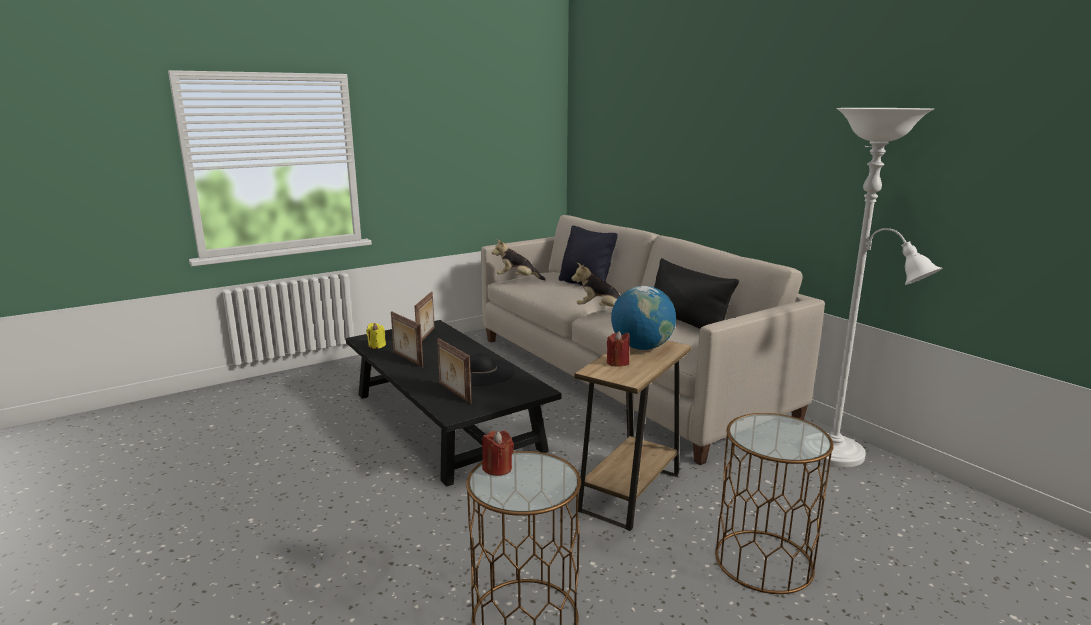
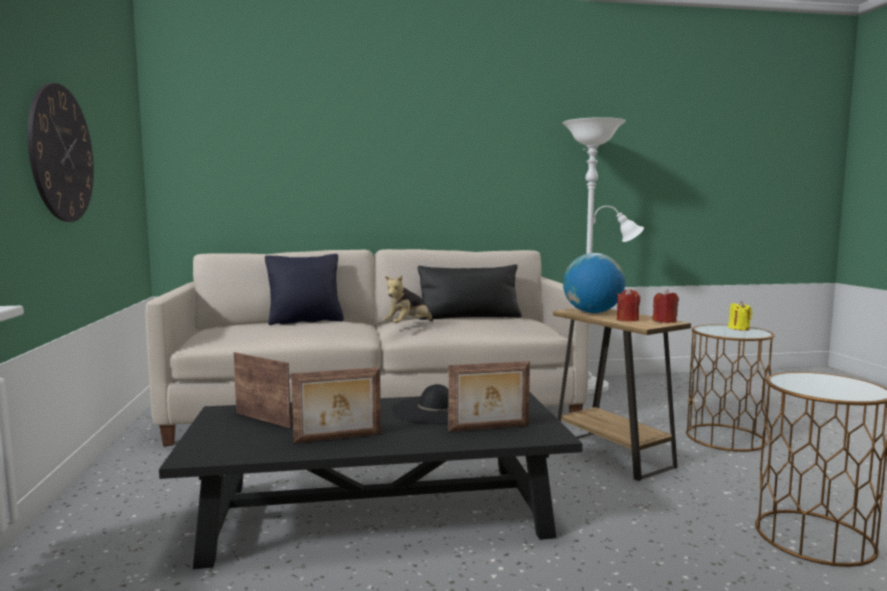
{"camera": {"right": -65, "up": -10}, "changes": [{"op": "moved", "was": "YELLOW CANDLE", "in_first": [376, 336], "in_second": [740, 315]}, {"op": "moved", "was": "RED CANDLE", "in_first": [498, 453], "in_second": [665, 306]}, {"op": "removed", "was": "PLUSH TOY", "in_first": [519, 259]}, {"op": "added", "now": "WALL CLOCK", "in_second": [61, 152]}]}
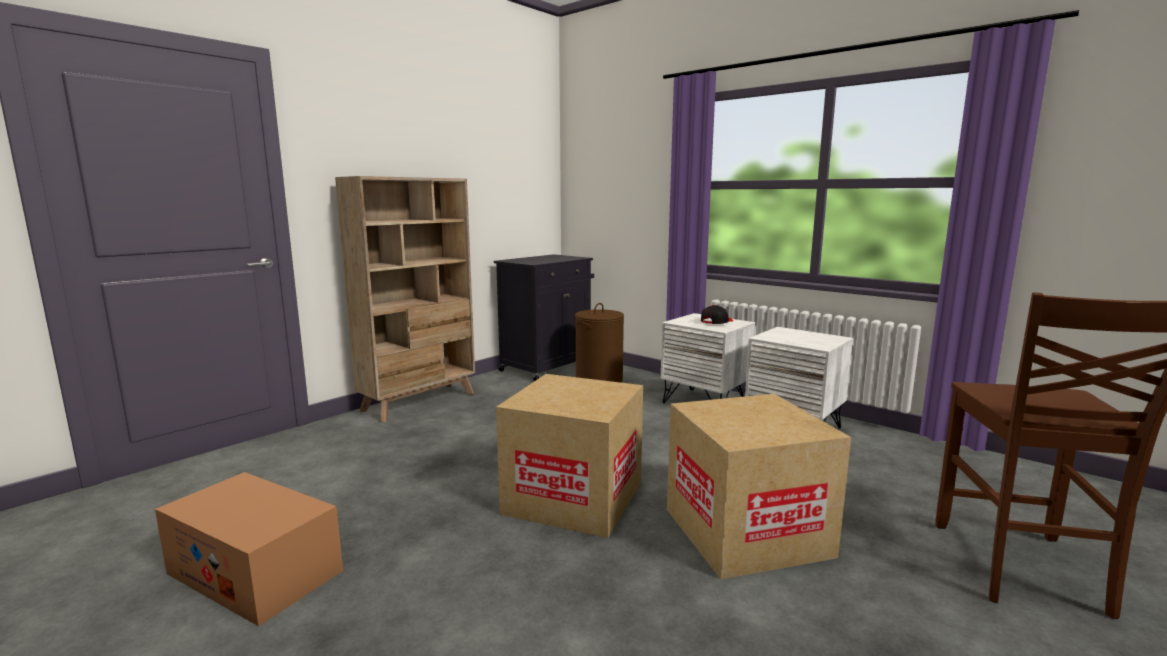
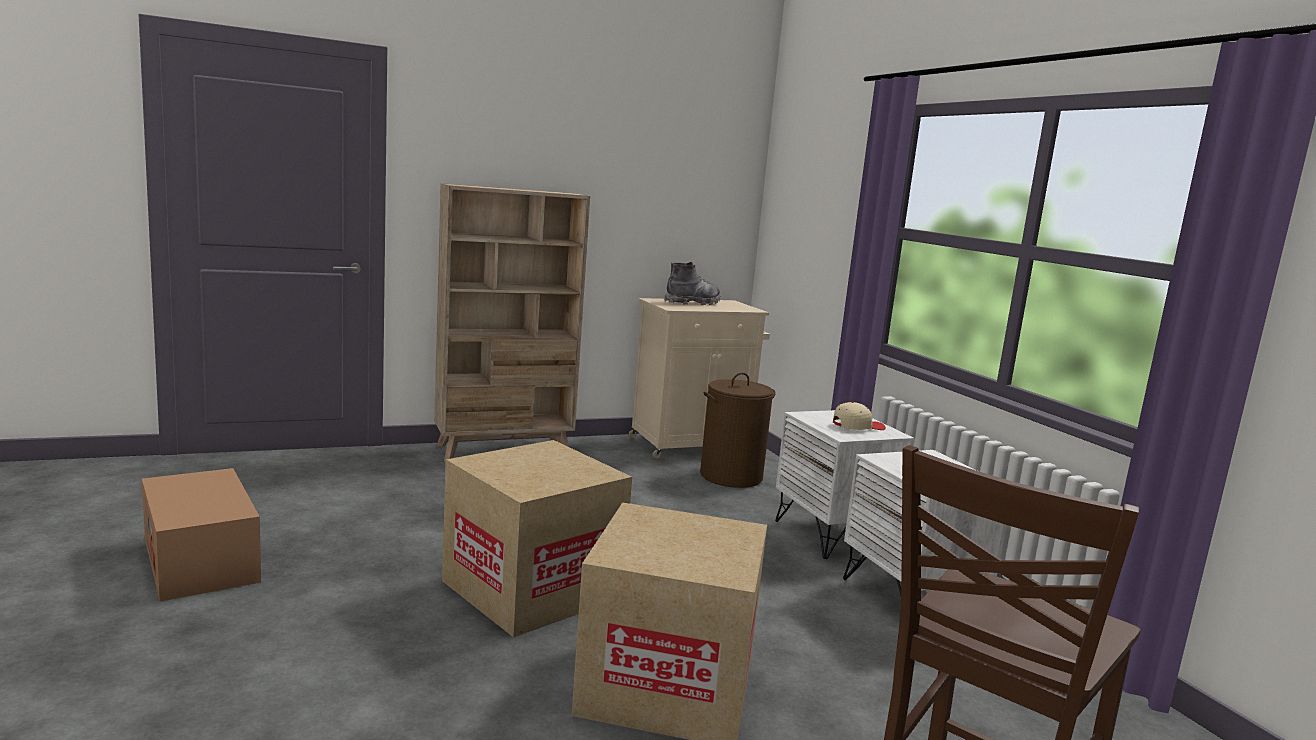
{"camera": {"right": 25, "up": 0}, "changes": [{"op": "recoloured", "was": "BLACK CABINET", "now": "BEIGE CABINET", "in_first": [544, 317], "in_second": [699, 378]}, {"op": "recoloured", "was": "BLACK CAP", "now": "BEIGE CAP", "in_first": [717, 314], "in_second": [859, 416]}, {"op": "added", "now": "GREY BOOT", "in_second": [692, 283]}]}
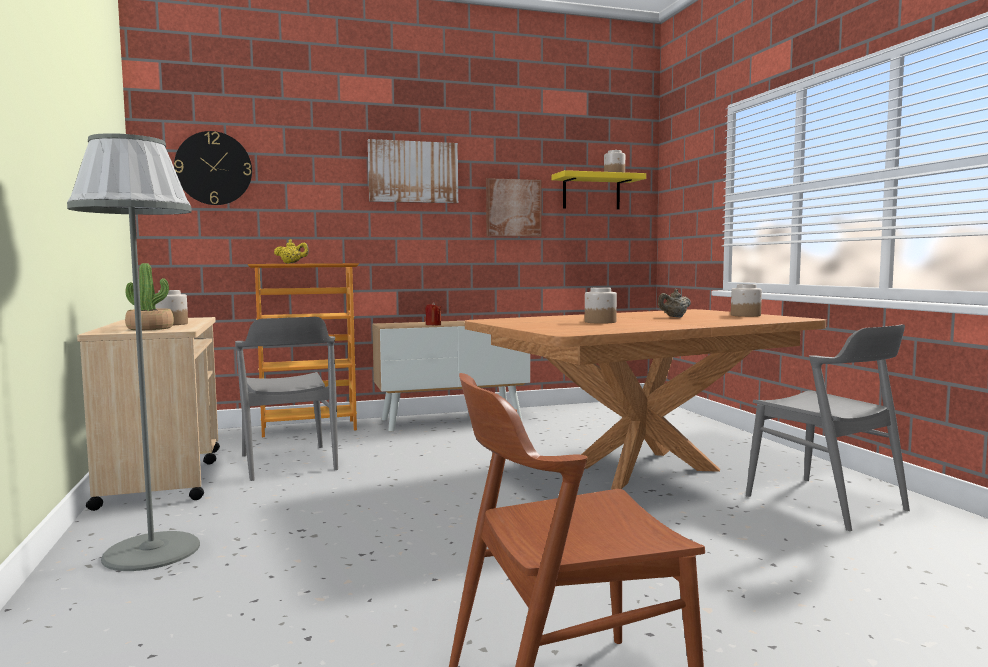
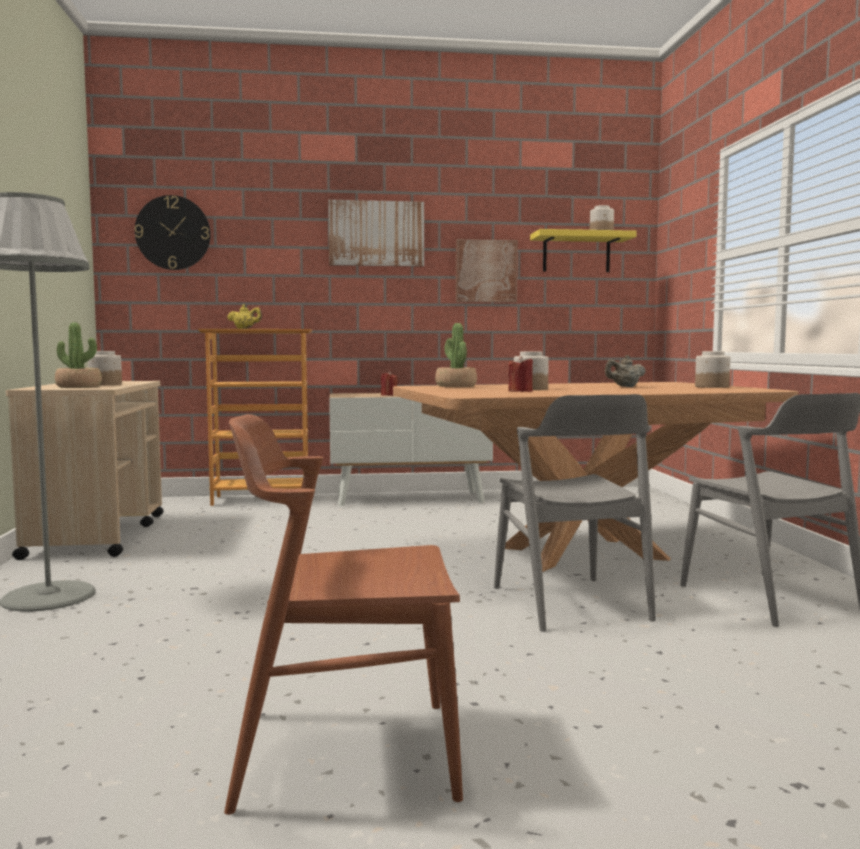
{"camera": {"right": 10, "up": 0}, "changes": [{"op": "moved", "was": "GREY CHAIR", "in_first": [286, 399], "in_second": [575, 513]}, {"op": "added", "now": "POTTED PLANT", "in_second": [456, 355]}, {"op": "added", "now": "RED CANDLE", "in_second": [520, 374]}]}
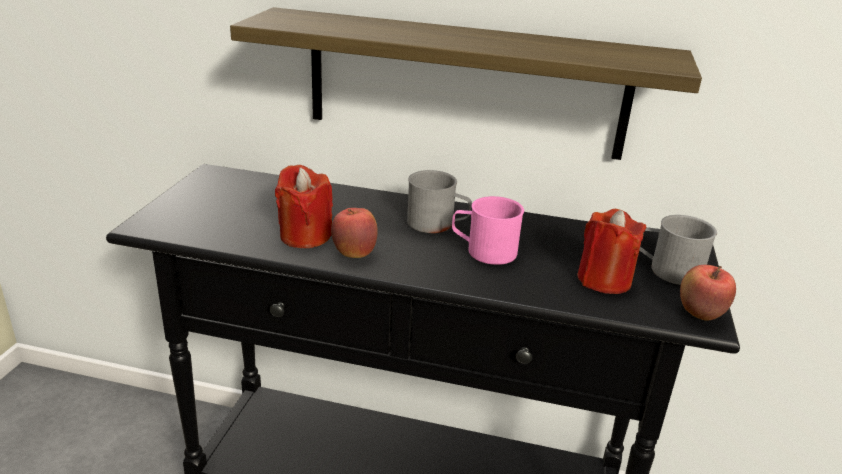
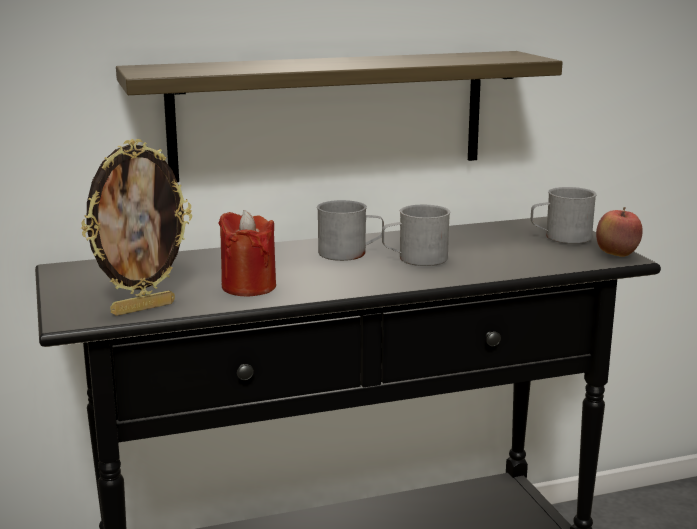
{"camera": {"right": -30, "up": -10}, "changes": [{"op": "removed", "was": "APPLE", "in_first": [354, 233]}, {"op": "recoloured", "was": "PINK MUG", "now": "GREY MUG", "in_first": [488, 230], "in_second": [416, 235]}, {"op": "removed", "was": "RED CANDLE", "in_first": [611, 251]}, {"op": "added", "now": "PICTURE FRAME", "in_second": [136, 227]}]}
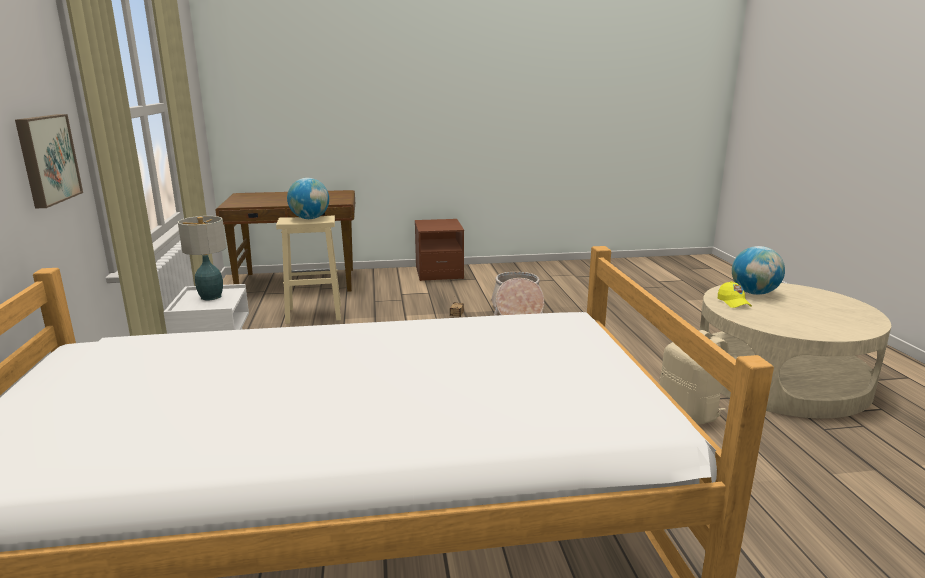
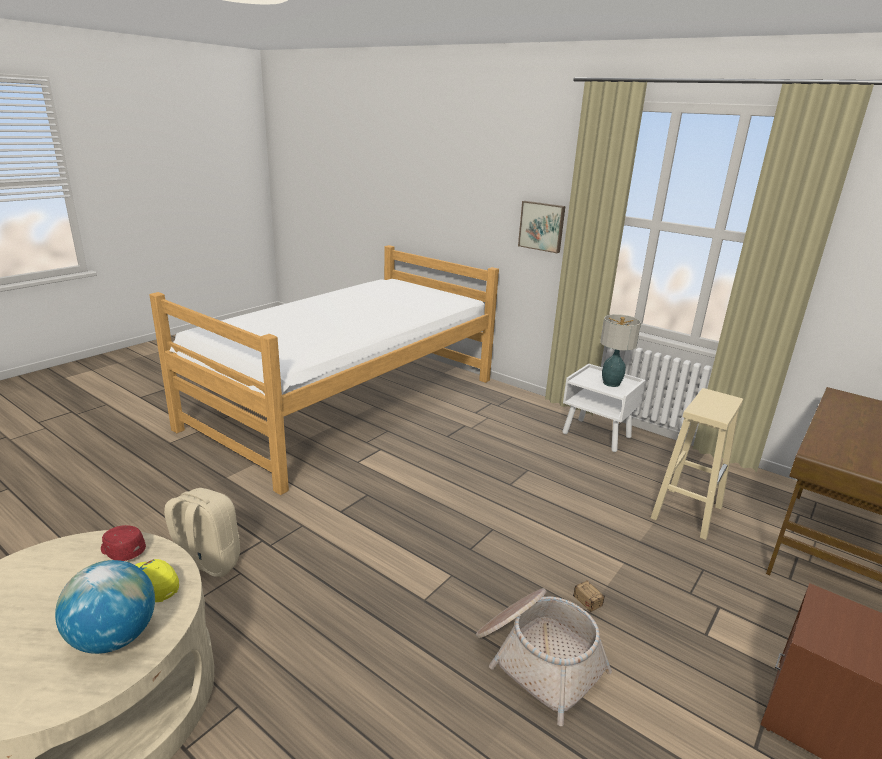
{"camera": {"right": 135, "up": 5}, "changes": [{"op": "removed", "was": "GLOBE", "in_first": [308, 198]}, {"op": "added", "now": "RED CAP", "in_second": [123, 543]}]}
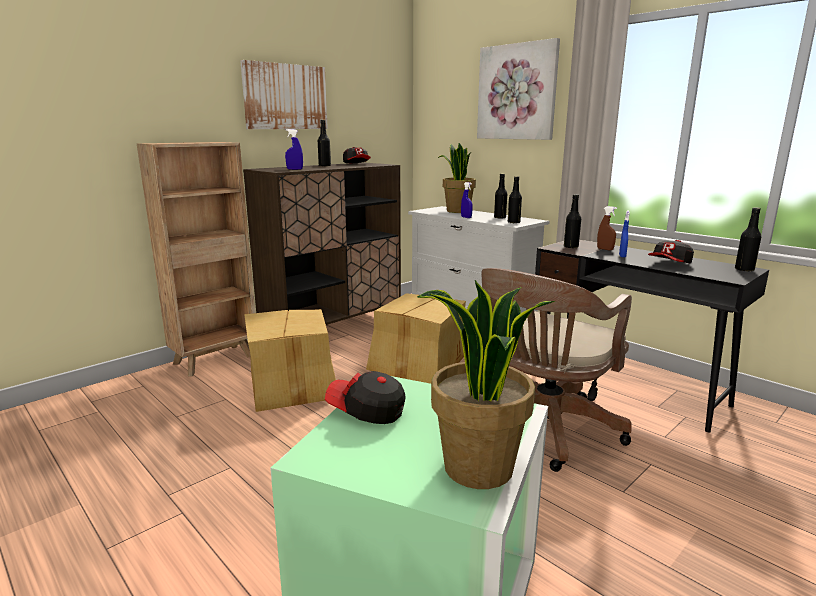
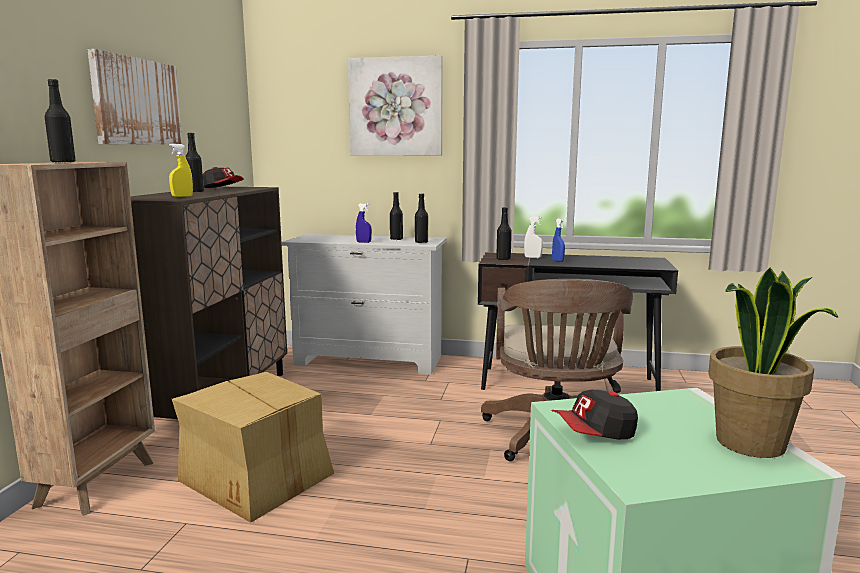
{"camera": {"right": -35, "up": -5}, "changes": [{"op": "recoloured", "was": "BLUE SPRAY BOTTLE", "now": "YELLOW SPRAY BOTTLE", "in_first": [294, 149], "in_second": [181, 170]}, {"op": "removed", "was": "CARDBOARD BOX", "in_first": [416, 338]}, {"op": "removed", "was": "POTTED PLANT", "in_first": [457, 178]}, {"op": "recoloured", "was": "BROWN SPRAY BOTTLE", "now": "WHITE SPRAY BOTTLE", "in_first": [607, 228], "in_second": [533, 237]}, {"op": "removed", "was": "CAP", "in_first": [671, 251]}, {"op": "moved", "was": "BLACK BOTTLE", "in_first": [748, 239], "in_second": [60, 121]}]}
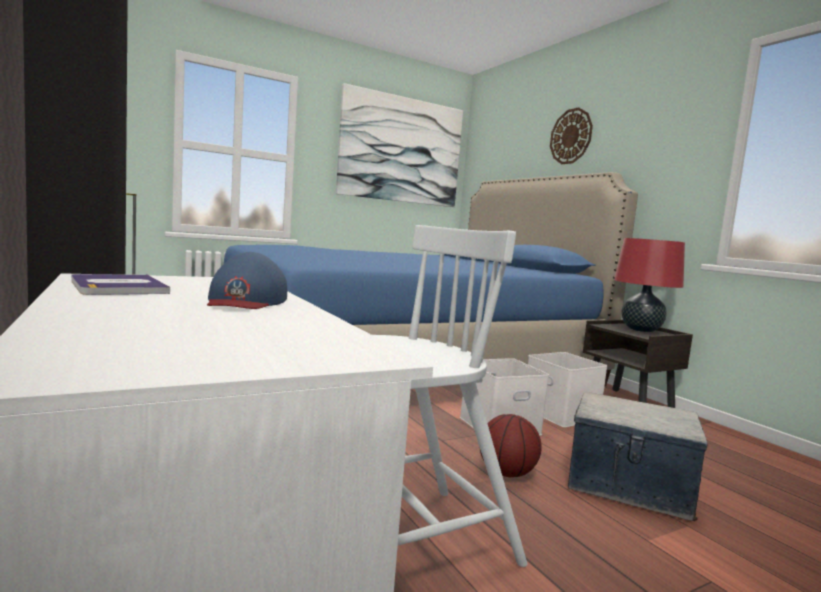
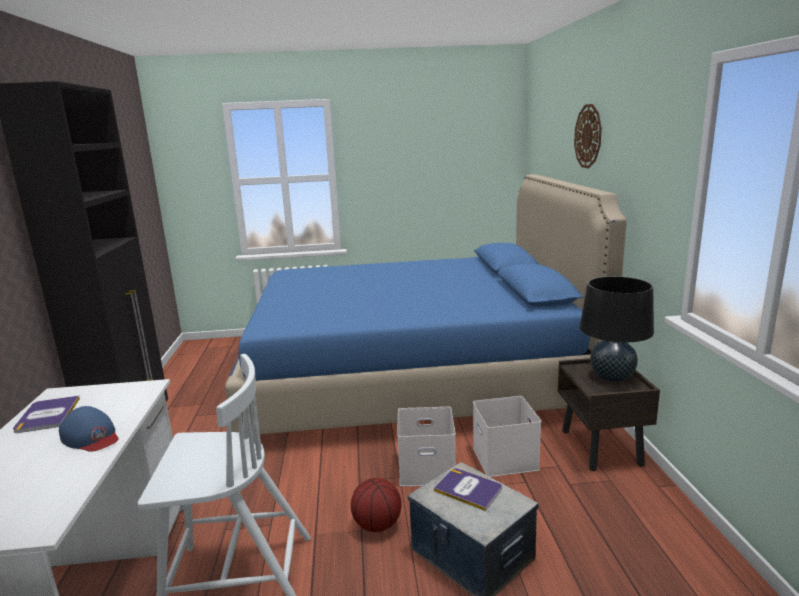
{"camera": {"right": 25, "up": 10}, "changes": [{"op": "turned", "was": "BLUE CAP", "in_first": [247, 280], "in_second": [89, 429], "clockwise": -75}, {"op": "removed", "was": "PICTURE", "in_first": [399, 145]}, {"op": "recoloured", "was": "RED TABLE LAMP", "now": "BLACK TABLE LAMP", "in_first": [649, 285], "in_second": [617, 329]}, {"op": "added", "now": "BOOK", "in_second": [468, 489]}]}
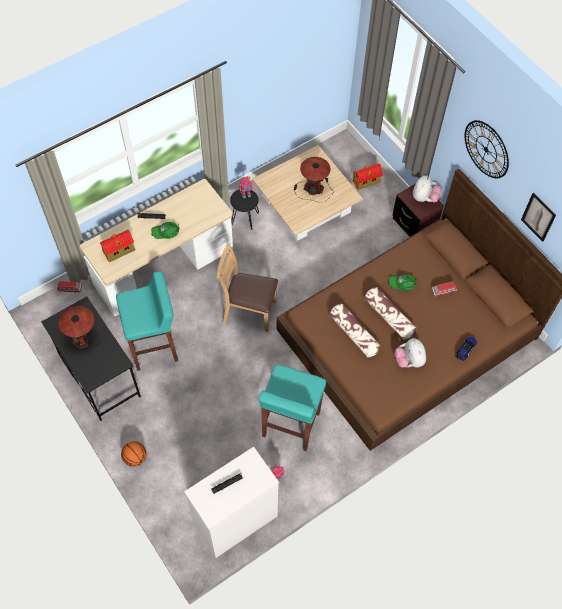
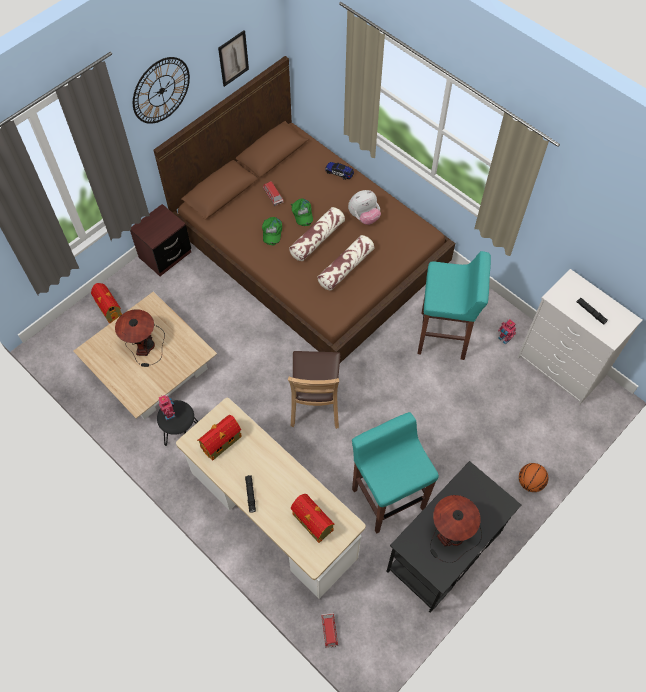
{"camera": {"right": -100, "up": 0}, "changes": [{"op": "moved", "was": "GREEN CAP", "in_first": [165, 230], "in_second": [302, 212]}, {"op": "removed", "was": "PLUSH TOY", "in_first": [427, 188]}, {"op": "added", "now": "TOY HOUSE", "in_second": [219, 437]}]}
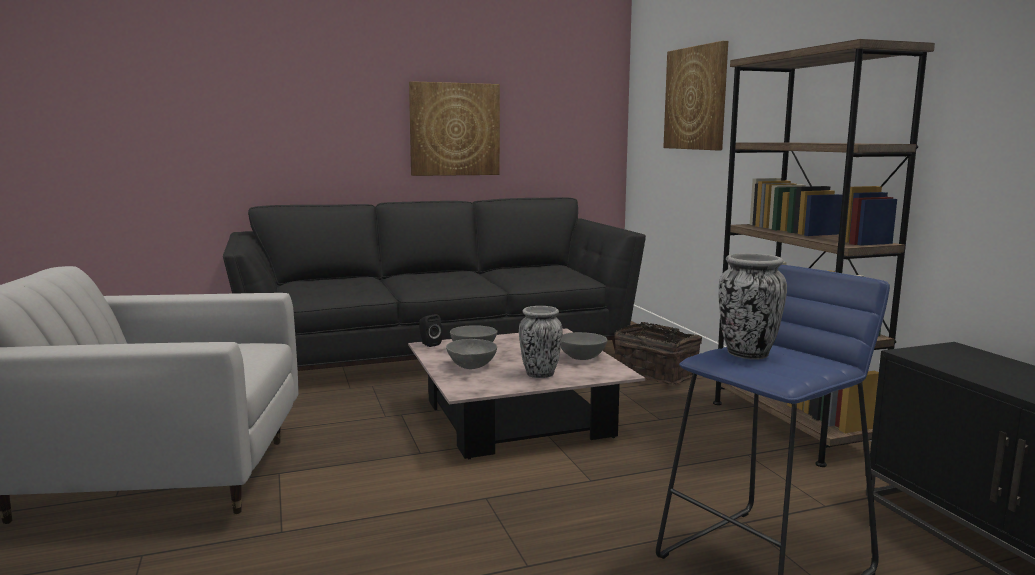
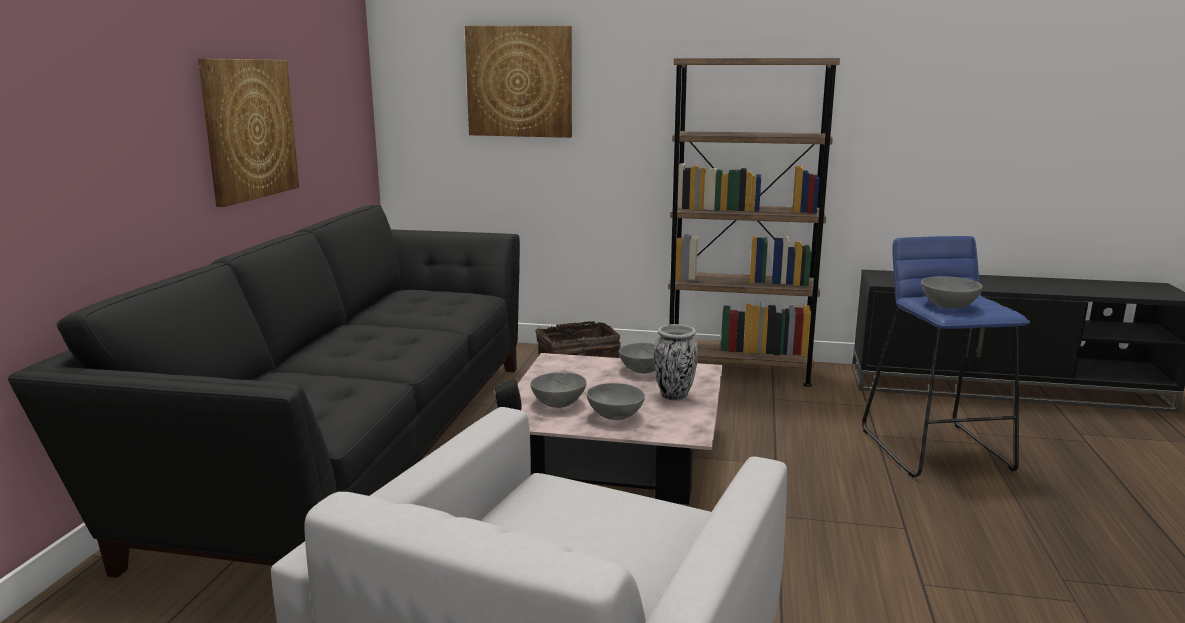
{"camera": {"right": -60, "up": 5}, "changes": [{"op": "replaced", "was": "VASE", "now": "GREY BOWL", "in_first": [752, 306], "in_second": [951, 292]}]}
